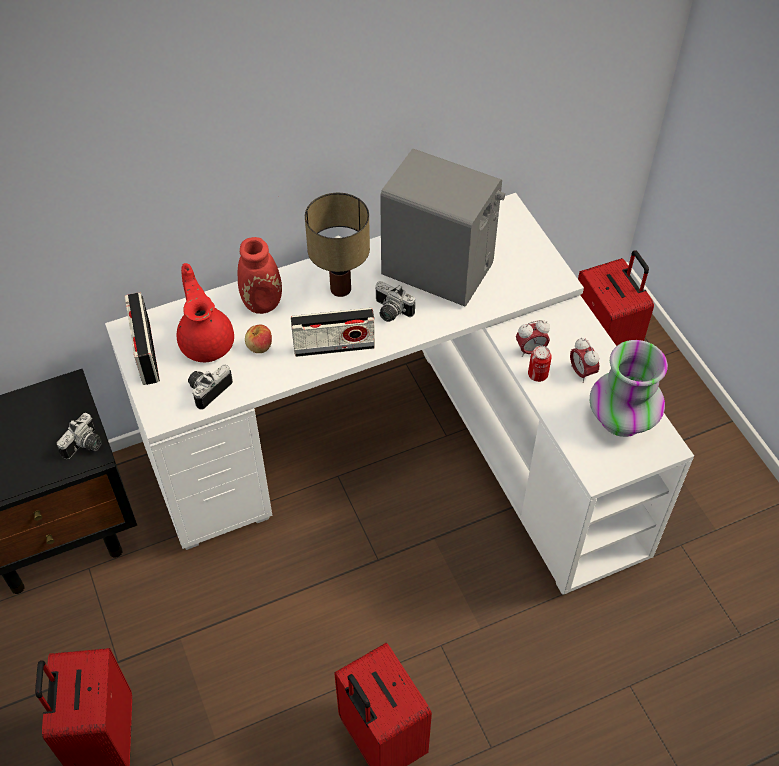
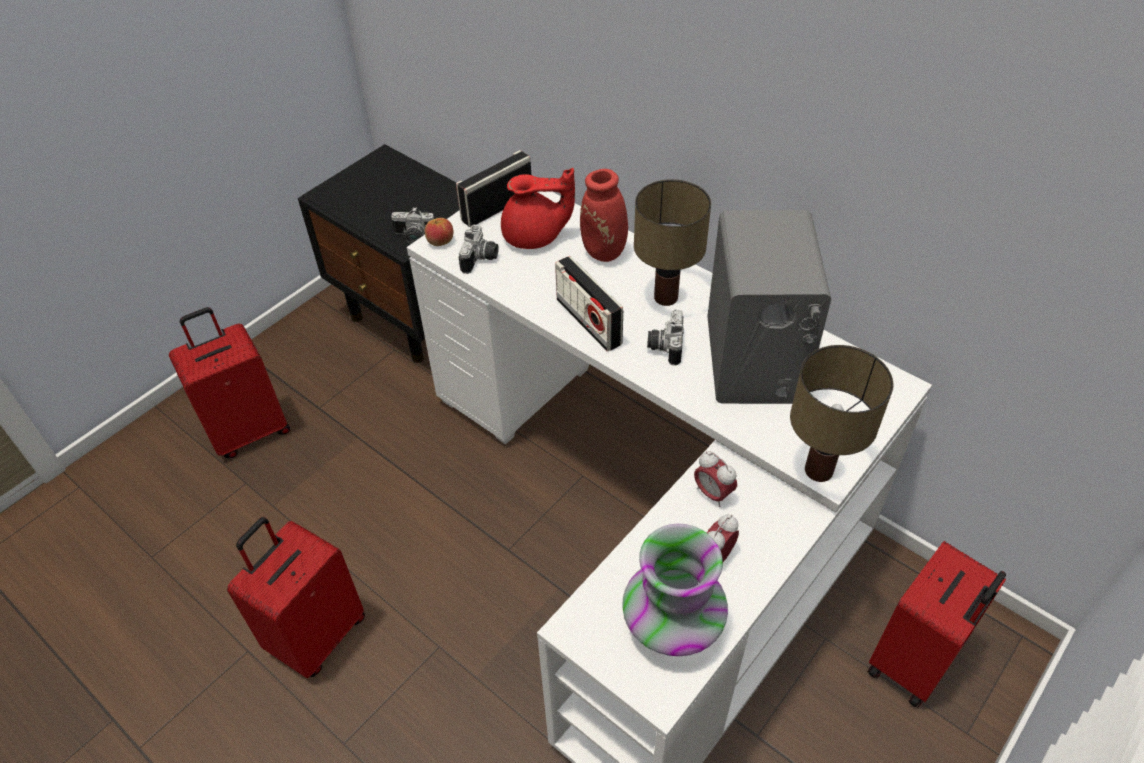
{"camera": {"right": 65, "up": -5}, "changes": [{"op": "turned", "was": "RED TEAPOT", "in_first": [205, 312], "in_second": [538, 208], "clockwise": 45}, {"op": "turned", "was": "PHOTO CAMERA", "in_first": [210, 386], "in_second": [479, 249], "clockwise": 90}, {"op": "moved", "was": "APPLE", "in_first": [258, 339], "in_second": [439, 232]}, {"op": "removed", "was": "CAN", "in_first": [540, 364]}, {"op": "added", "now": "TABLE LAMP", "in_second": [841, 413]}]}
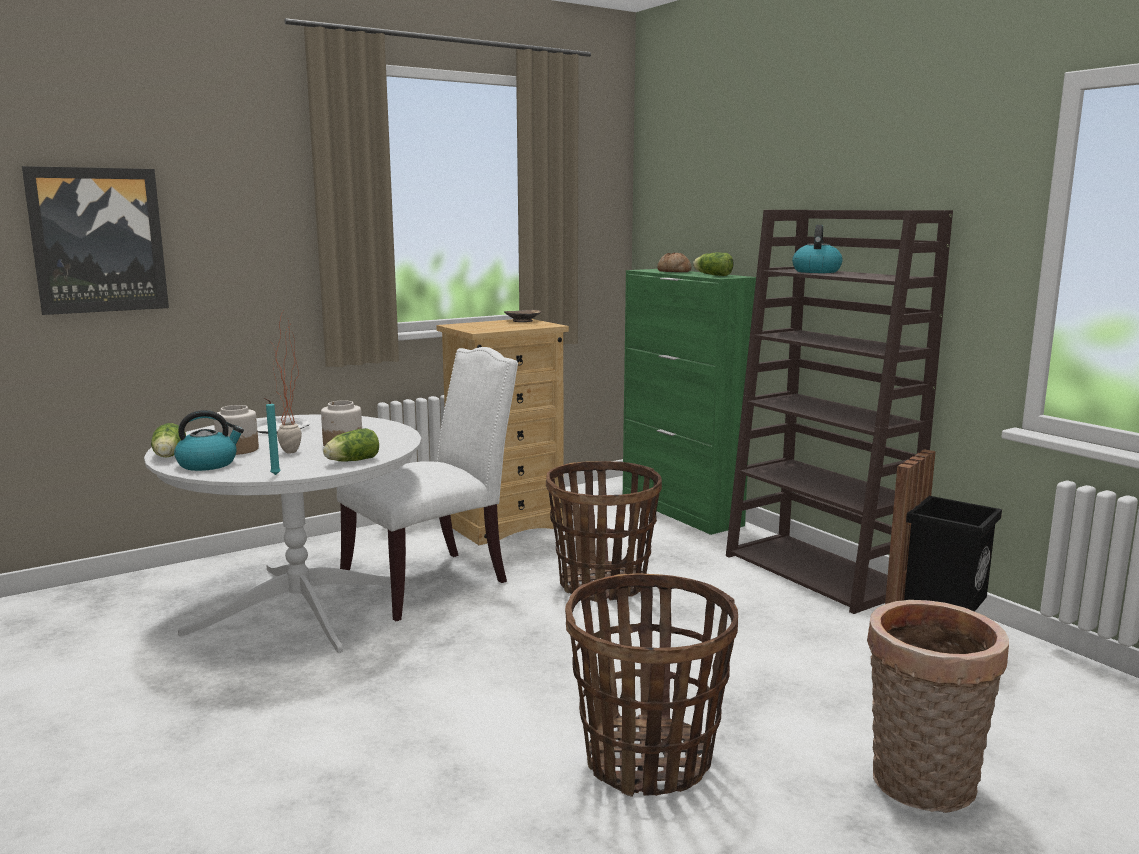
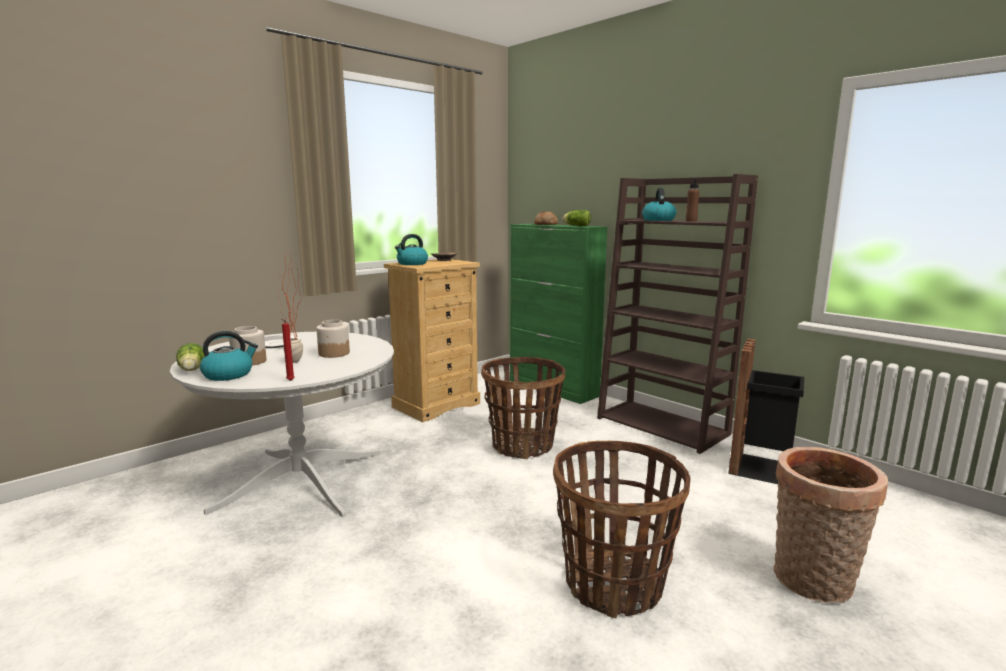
{"camera": {"right": -10, "up": 0}, "changes": [{"op": "removed", "was": "PICTURE", "in_first": [95, 240]}, {"op": "recoloured", "was": "TURQUOISE CANDLE", "now": "RED CANDLE", "in_first": [272, 436], "in_second": [288, 350]}, {"op": "removed", "was": "LETTUCE", "in_first": [351, 444]}, {"op": "removed", "was": "WHITE CHAIR", "in_first": [427, 484]}, {"op": "added", "now": "KETTLE", "in_second": [411, 249]}, {"op": "added", "now": "BROWN BOTTLE", "in_second": [693, 200]}]}
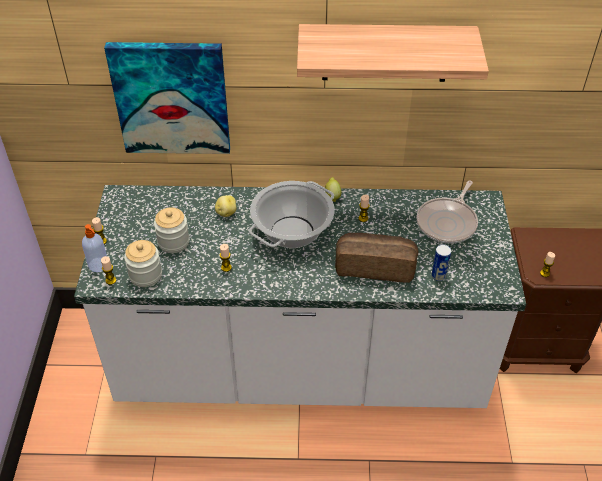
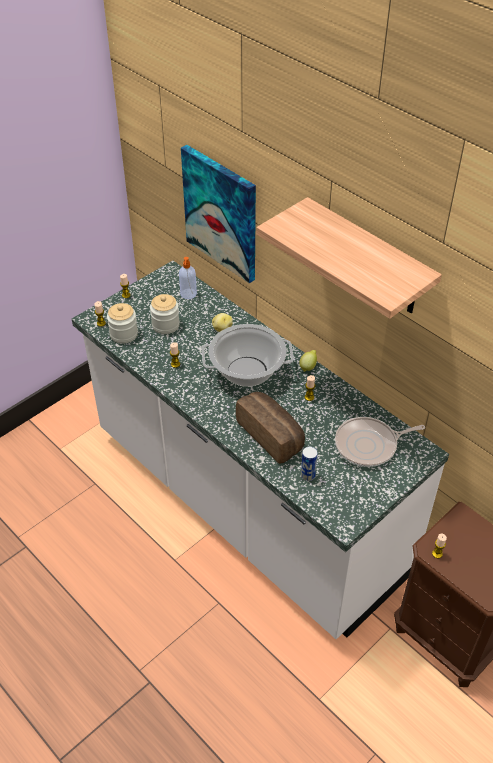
{"camera": {"right": 45, "up": 0}, "changes": [{"op": "moved", "was": "SOAP DISPENSER", "in_first": [94, 248], "in_second": [188, 278]}]}
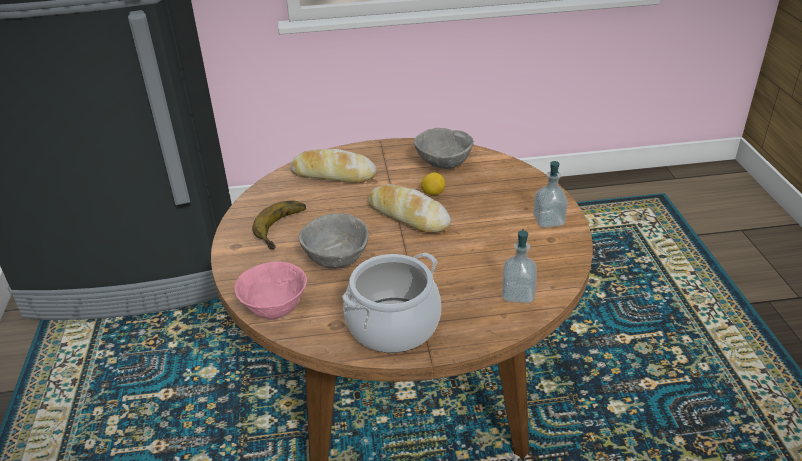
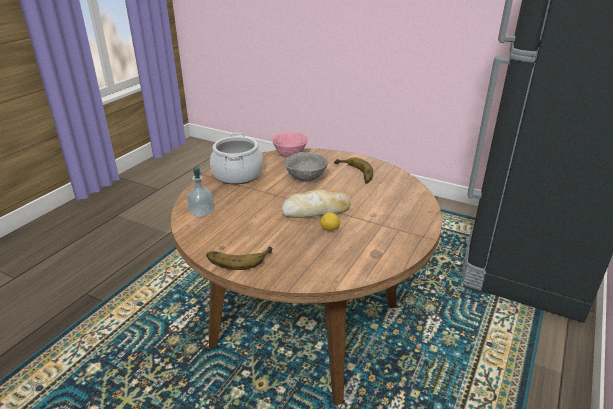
{"camera": {"right": 125, "up": -5}, "changes": [{"op": "removed", "was": "BREAD", "in_first": [333, 166]}, {"op": "removed", "was": "GREY BOWL", "in_first": [444, 148]}, {"op": "replaced", "was": "SOAP DISPENSER", "now": "BANANA", "in_first": [550, 194], "in_second": [239, 258]}]}
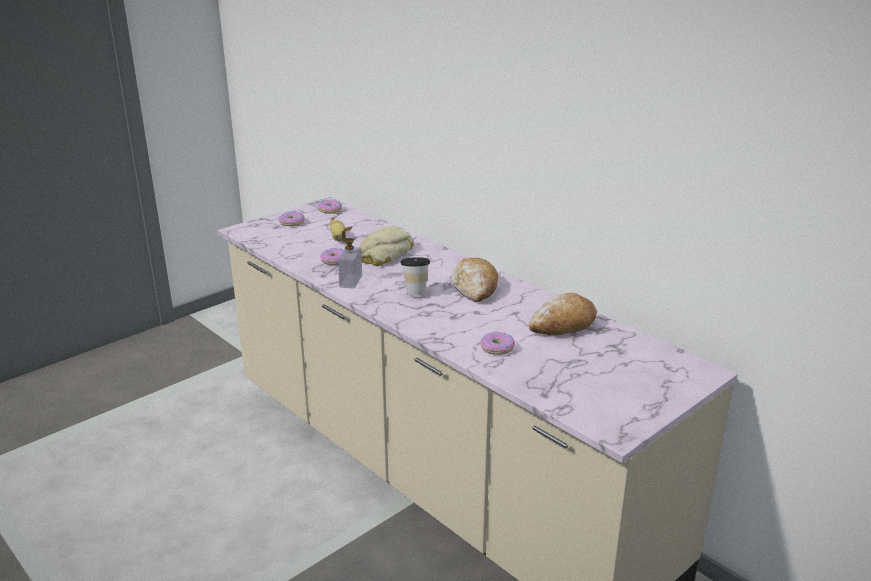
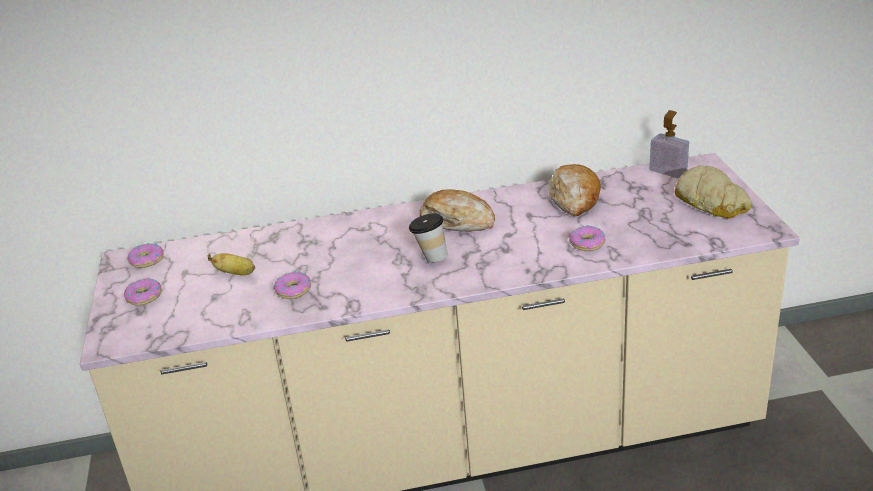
{"camera": {"right": -55, "up": 5}, "changes": [{"op": "moved", "was": "SOAP DISPENSER", "in_first": [350, 257], "in_second": [669, 144]}, {"op": "moved", "was": "BREAD", "in_first": [386, 246], "in_second": [713, 192]}]}
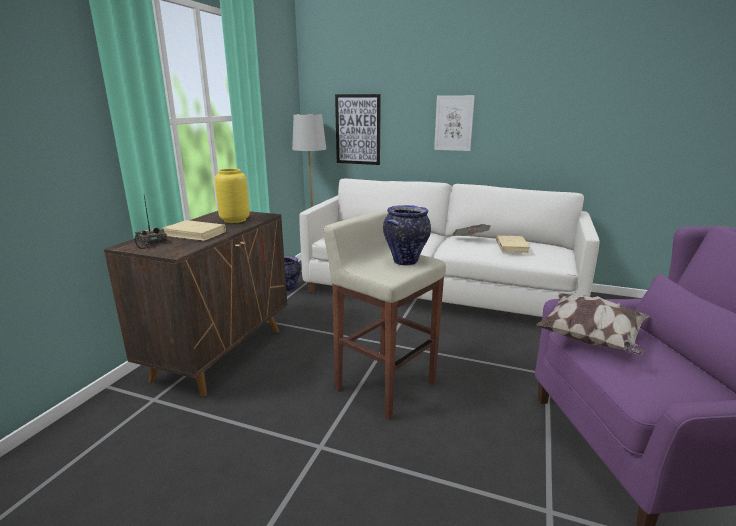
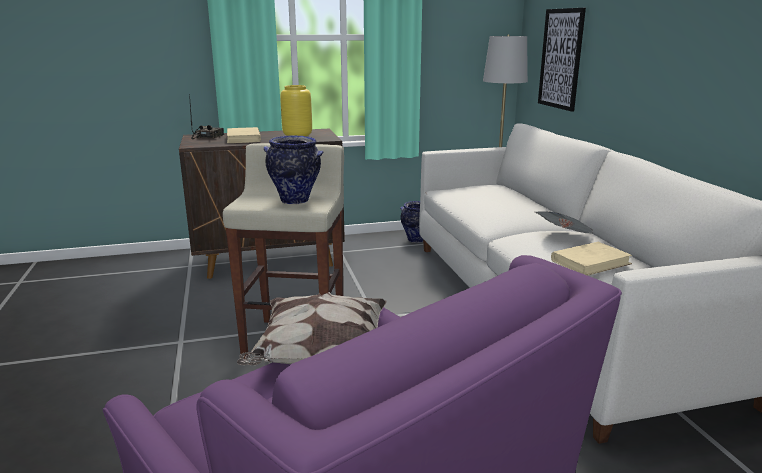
{"camera": {"right": 55, "up": 0}, "changes": [{"op": "removed", "was": "PICTURE", "in_first": [454, 123]}]}
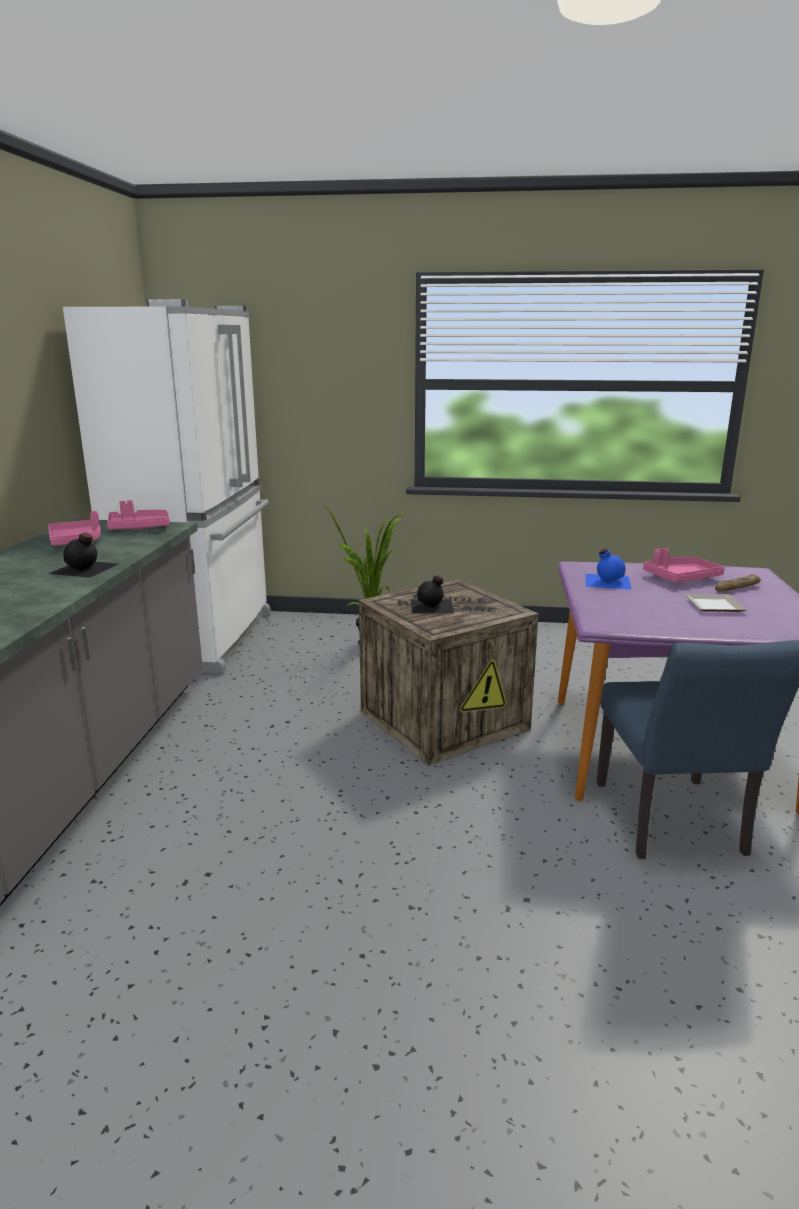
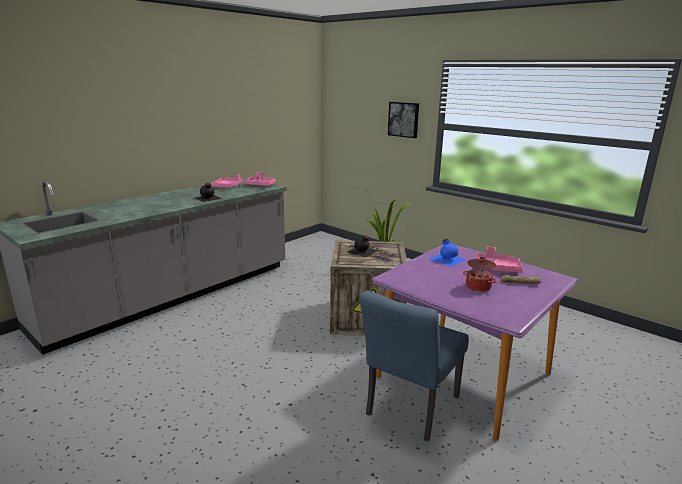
{"camera": {"right": 35, "up": 0}, "changes": [{"op": "removed", "was": "WHITE FRIDGE", "in_first": [167, 486]}, {"op": "replaced", "was": "PLATE", "now": "COOKING POT", "in_first": [716, 603], "in_second": [480, 274]}, {"op": "added", "now": "PICTURE", "in_second": [403, 120]}]}
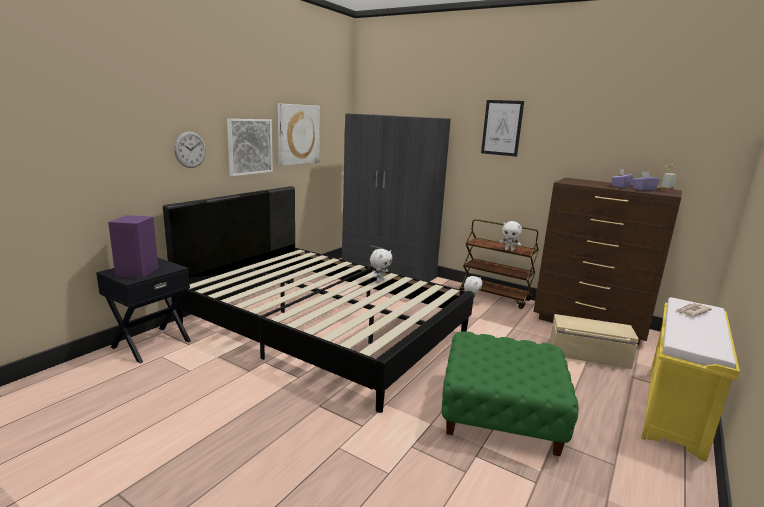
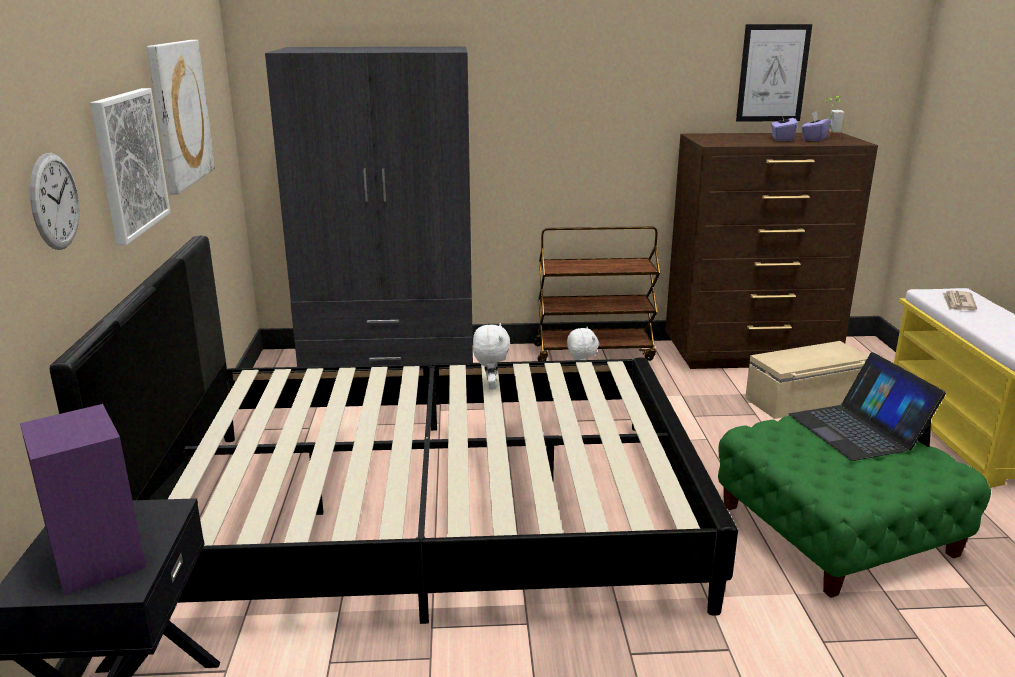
{"camera": {"right": -35, "up": 5}, "changes": [{"op": "moved", "was": "PICTURE", "in_first": [502, 128], "in_second": [774, 73]}, {"op": "removed", "was": "WHITE PLUSH TOY", "in_first": [511, 236]}, {"op": "added", "now": "LAPTOP", "in_second": [867, 406]}]}
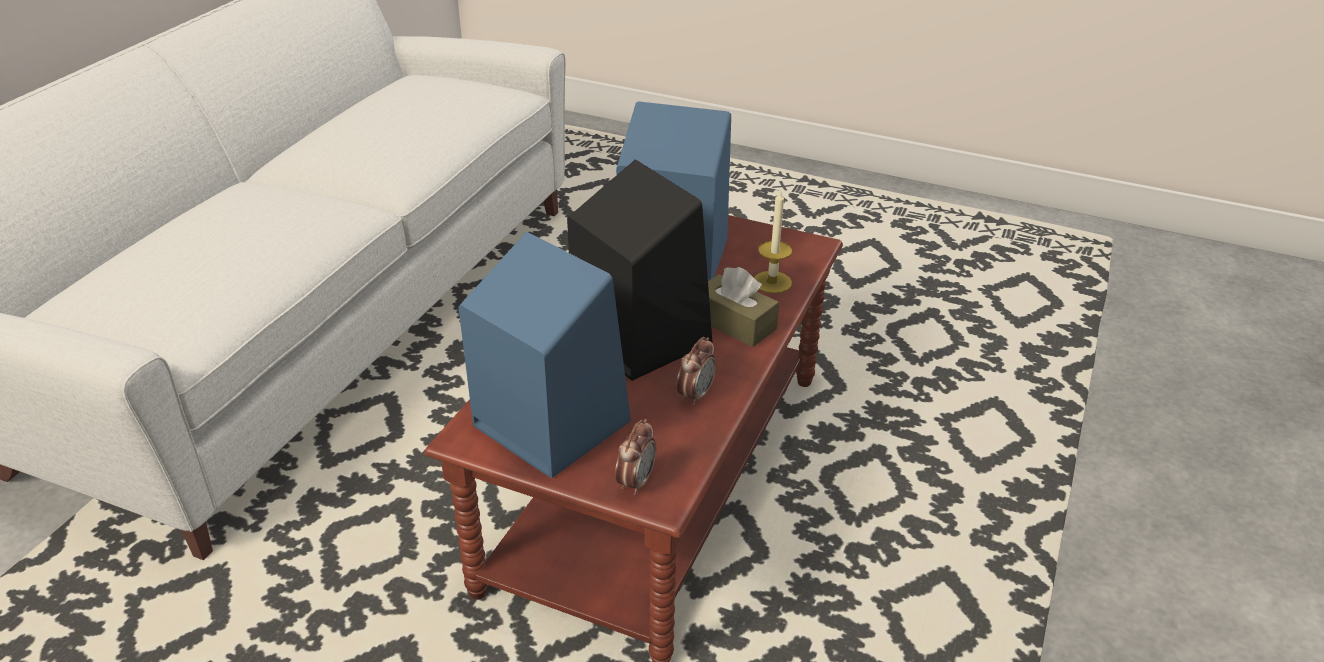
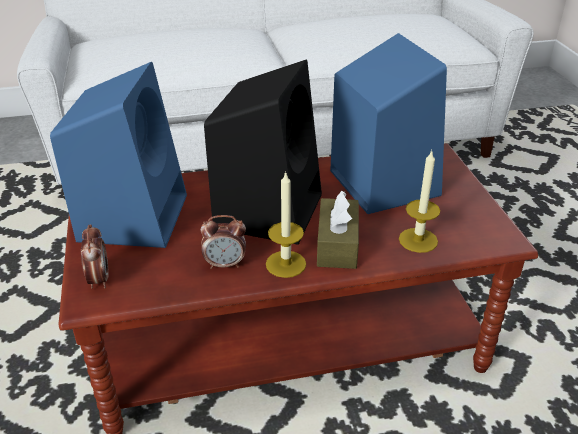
{"camera": {"right": 55, "up": 0}, "changes": [{"op": "turned", "was": "ALARM CLOCK", "in_first": [635, 457], "in_second": [95, 256], "clockwise": -90}, {"op": "added", "now": "CANDLE", "in_second": [286, 224]}]}
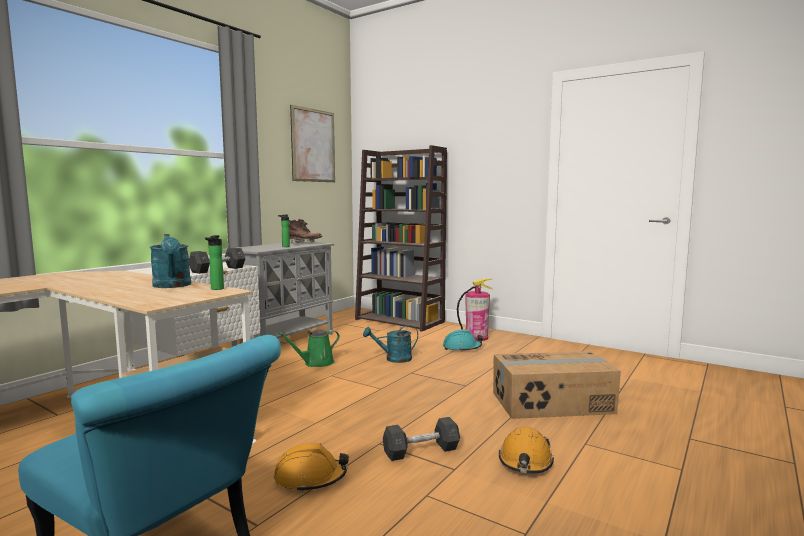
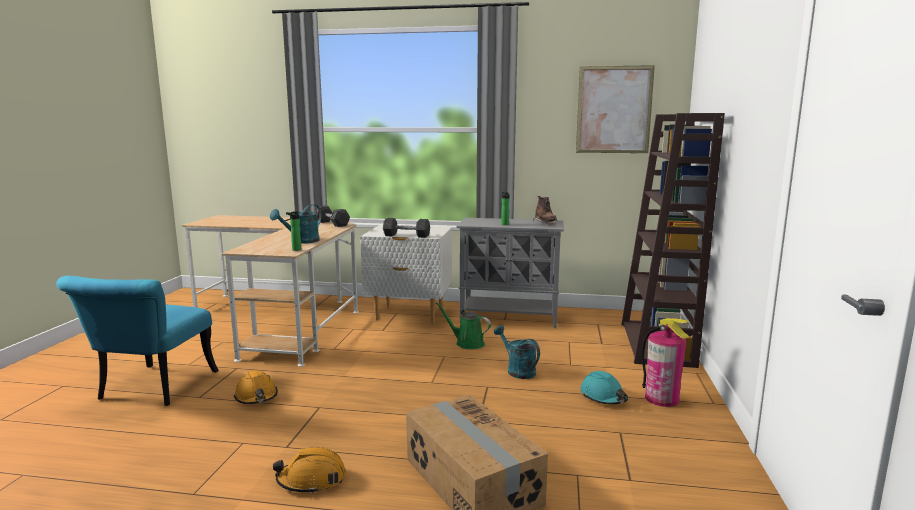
{"camera": {"right": 65, "up": 5}, "changes": [{"op": "moved", "was": "GREY DUMBBELL", "in_first": [421, 439], "in_second": [332, 216]}]}
